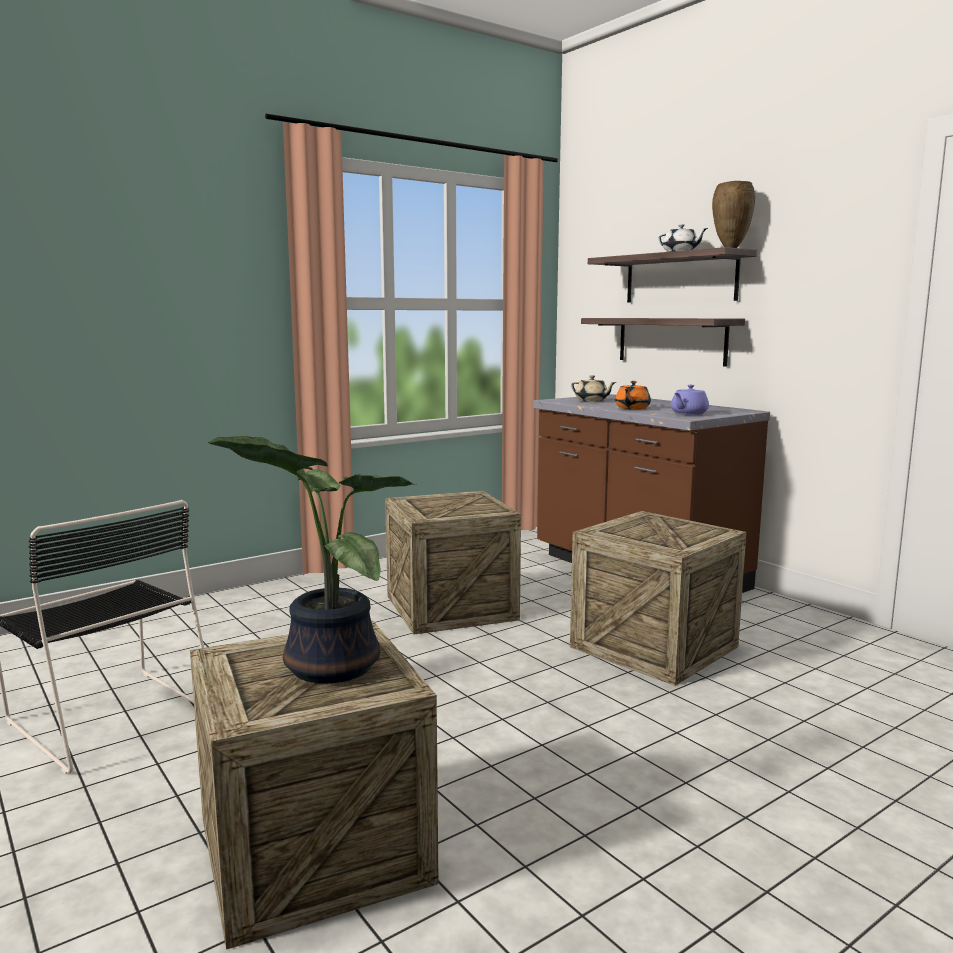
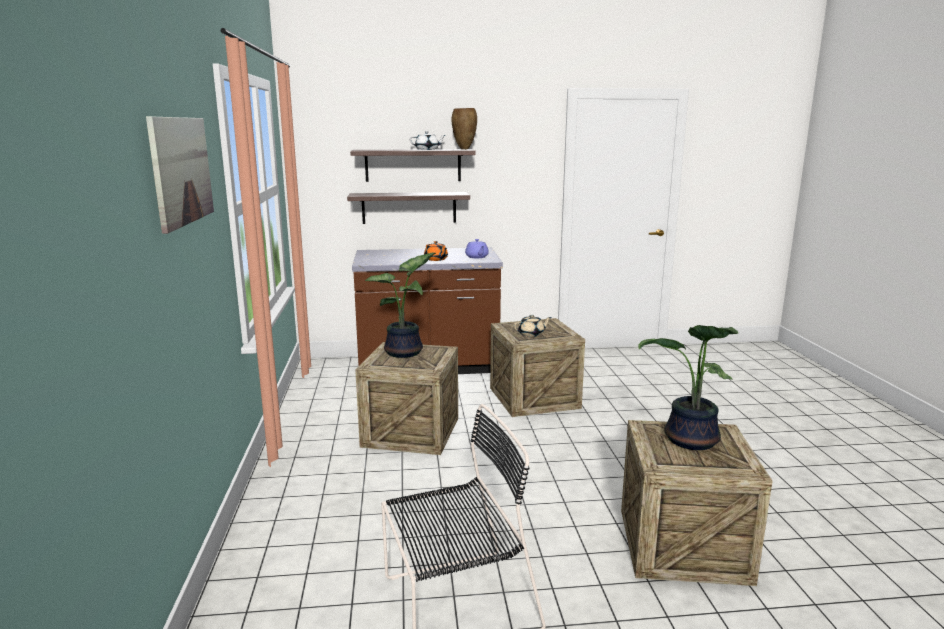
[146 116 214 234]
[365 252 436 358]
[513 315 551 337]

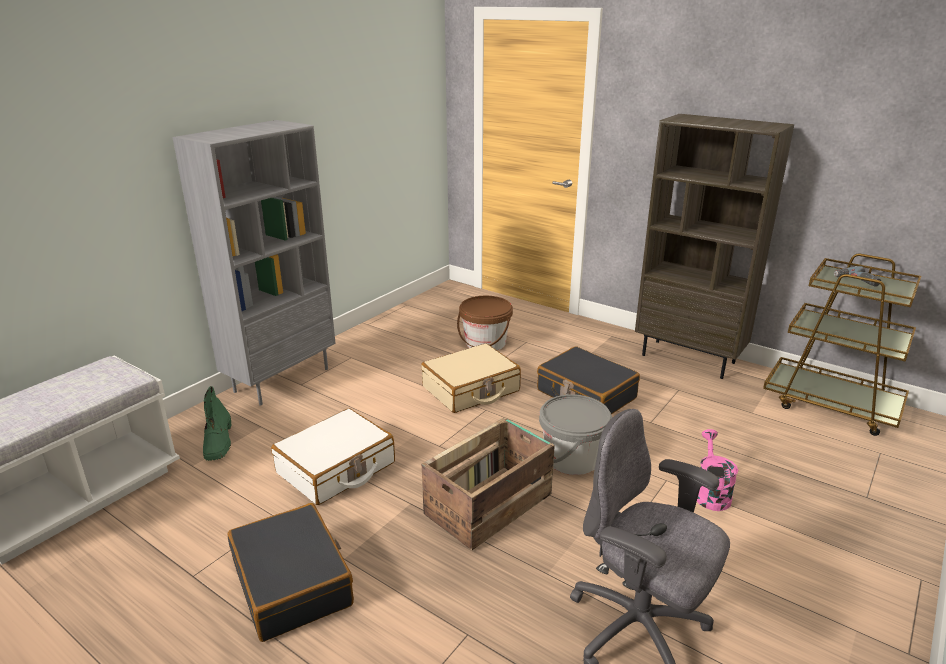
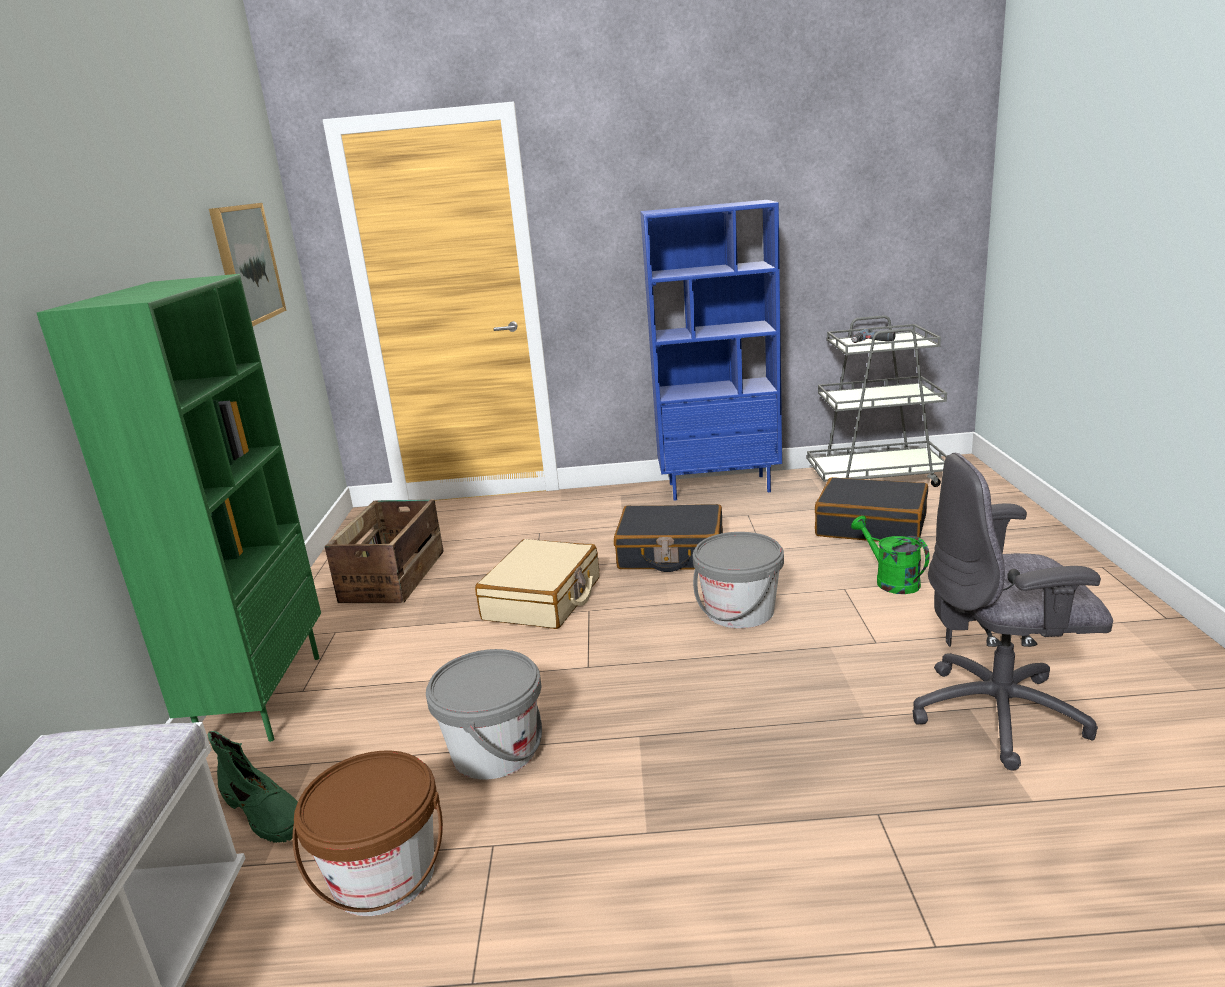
[37 274 321 742]
[209 203 286 326]
[292 750 443 916]
[325 499 444 603]
[426 649 542 780]
[640 200 782 501]
[807 315 947 487]
[815 477 928 542]
[851 516 930 594]

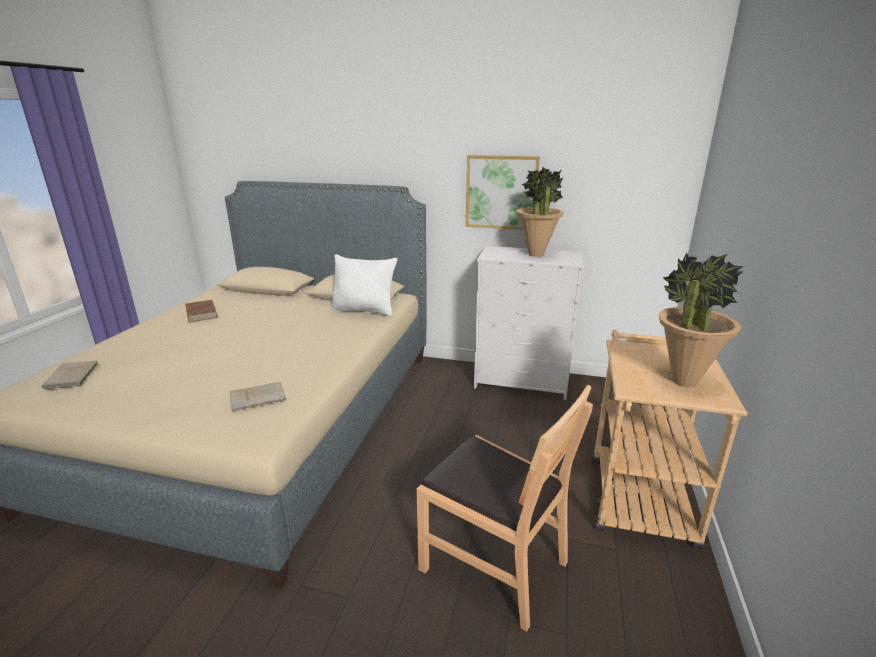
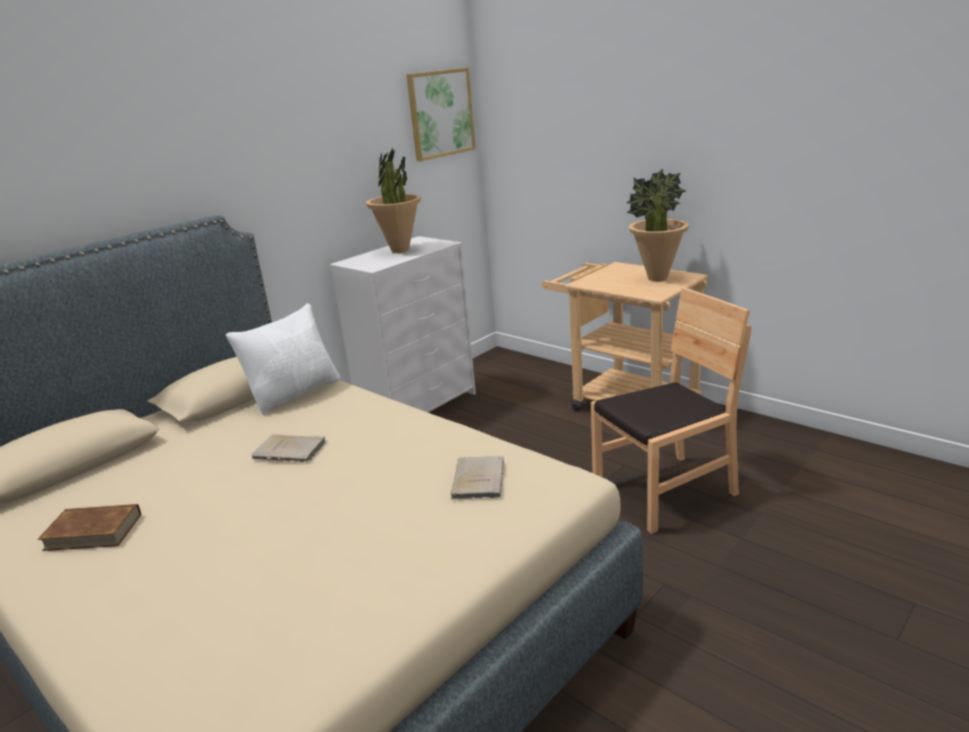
[252 434 326 462]
[406 68 476 161]

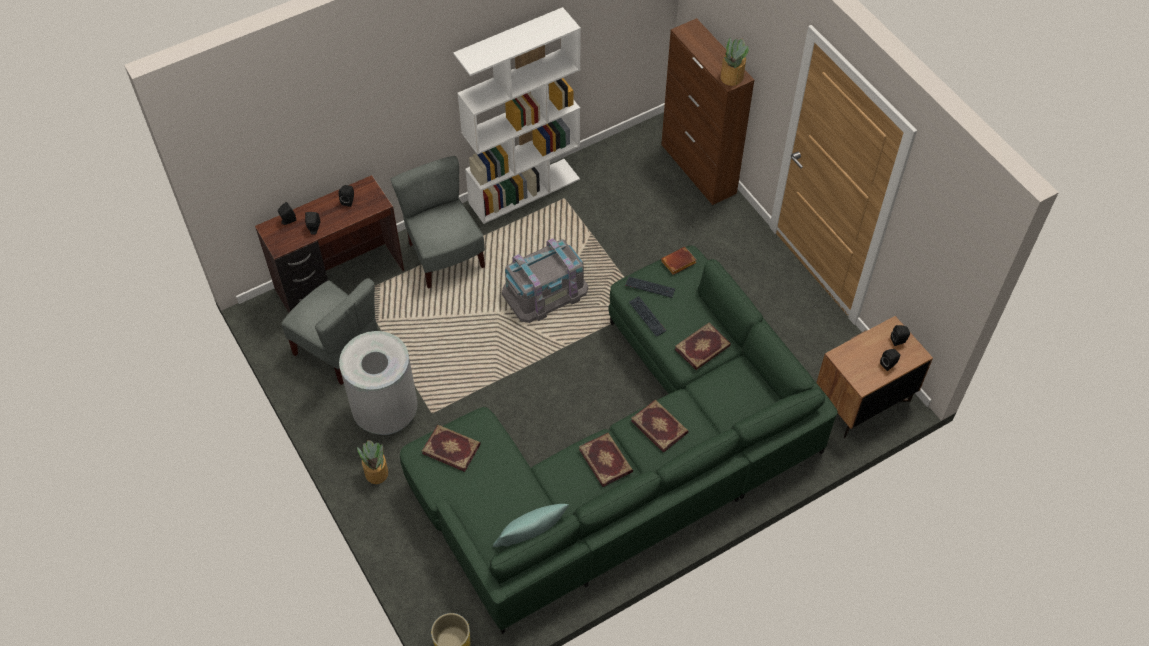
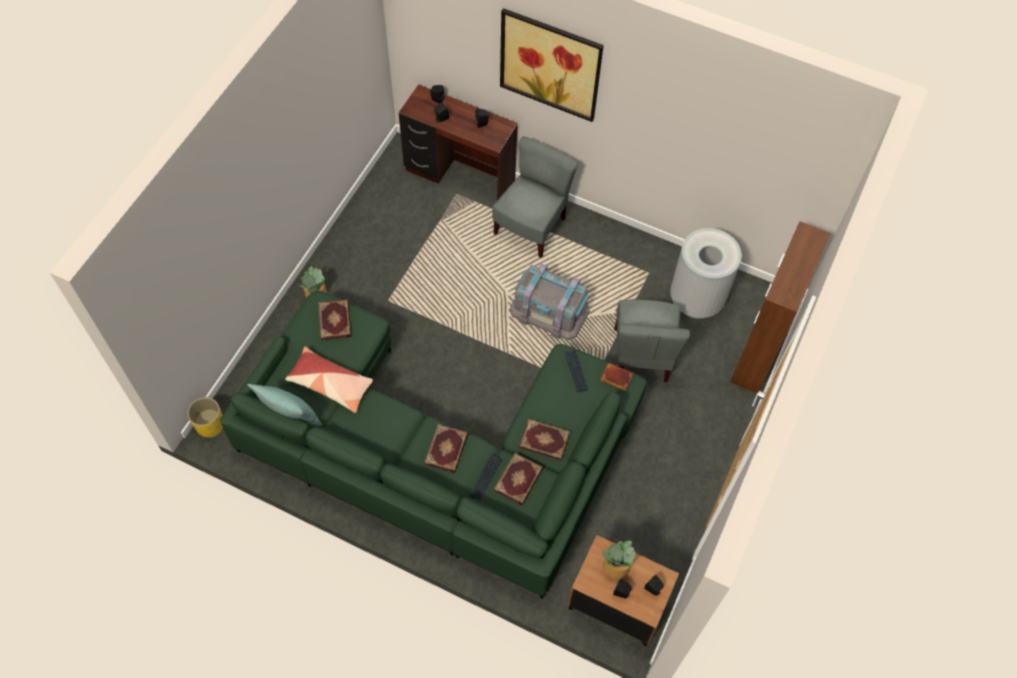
[285 347 373 413]
[471 454 502 500]
[494 453 543 505]
[500 8 604 122]
[602 541 636 579]
[614 299 690 382]
[670 228 742 319]
[453 7 581 224] (first image)

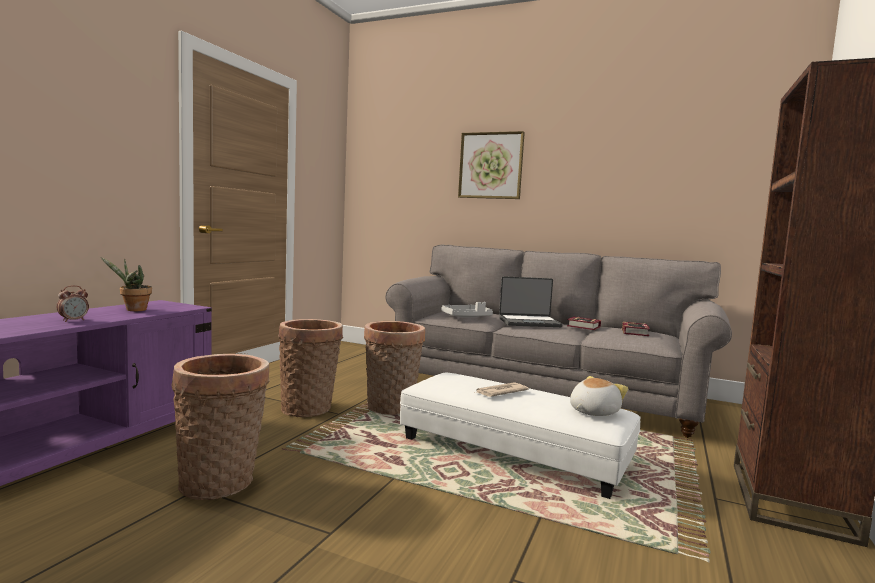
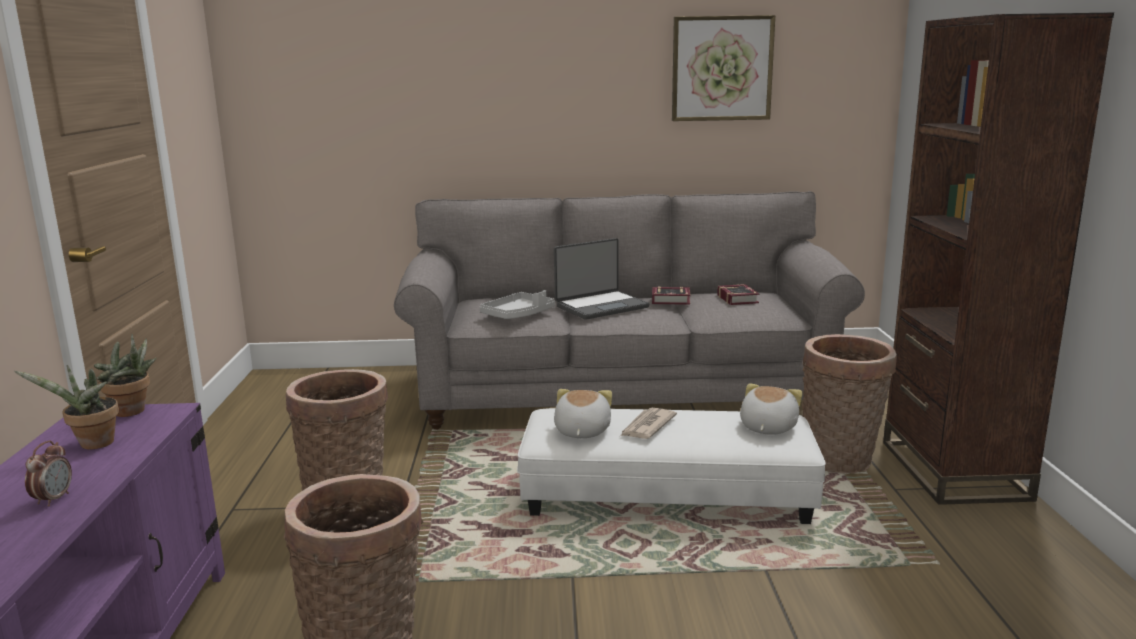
[94 334 157 417]
[554 389 612 438]
[672 15 775 121]
[802 334 897 474]

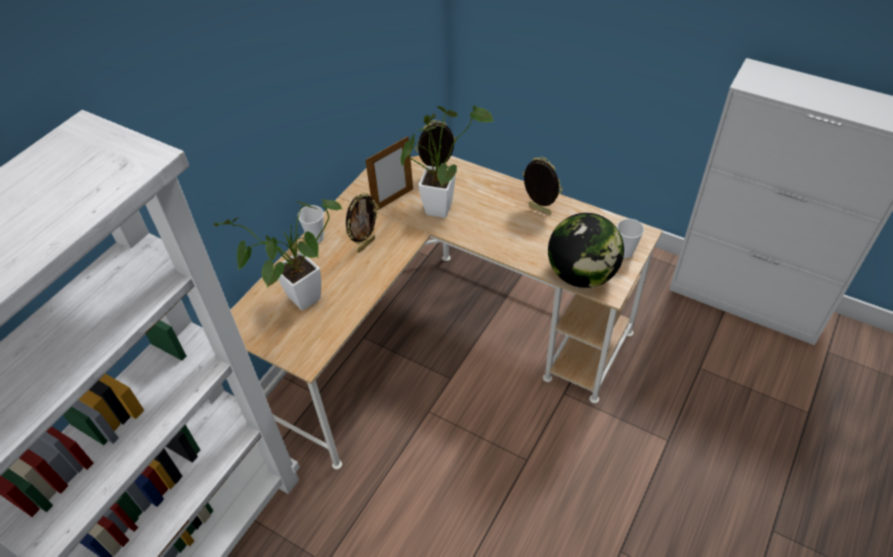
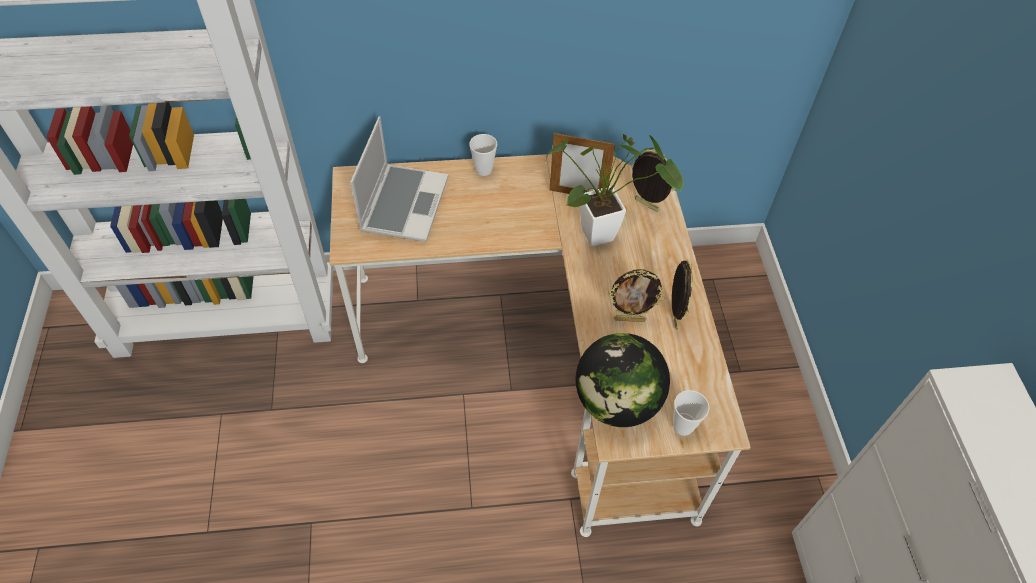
[350 116 448 242]
[608 269 665 322]

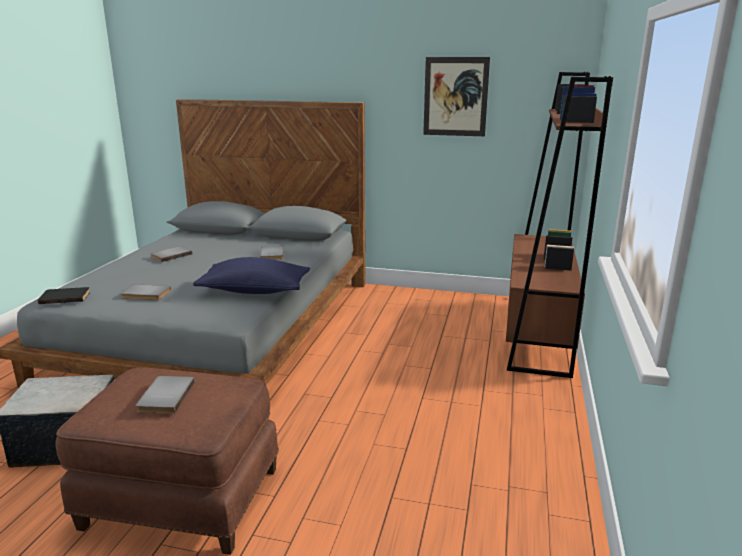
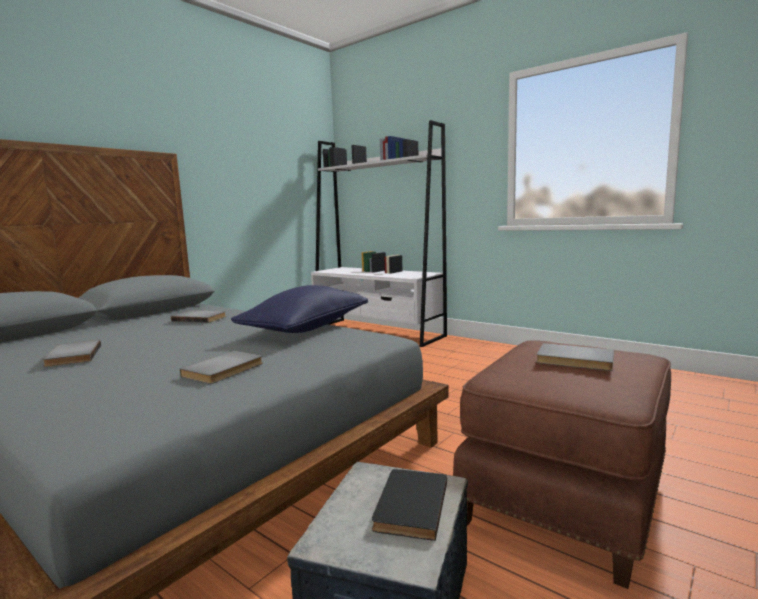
[311 120 447 347]
[372 469 447 541]
[423 57 490 136] (first image)

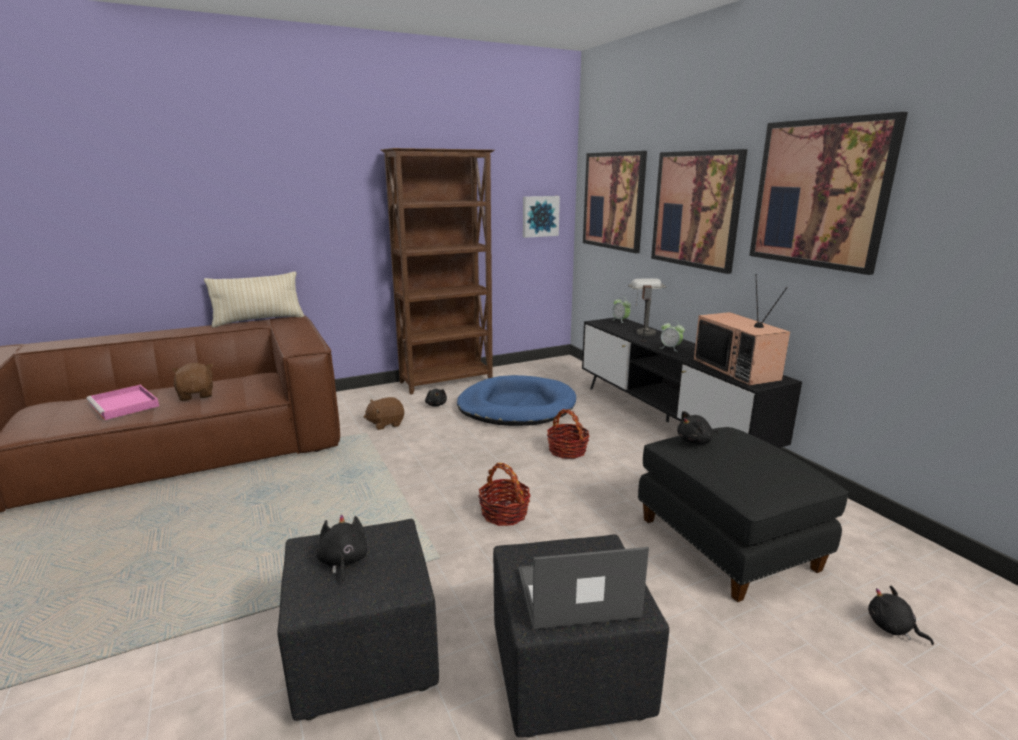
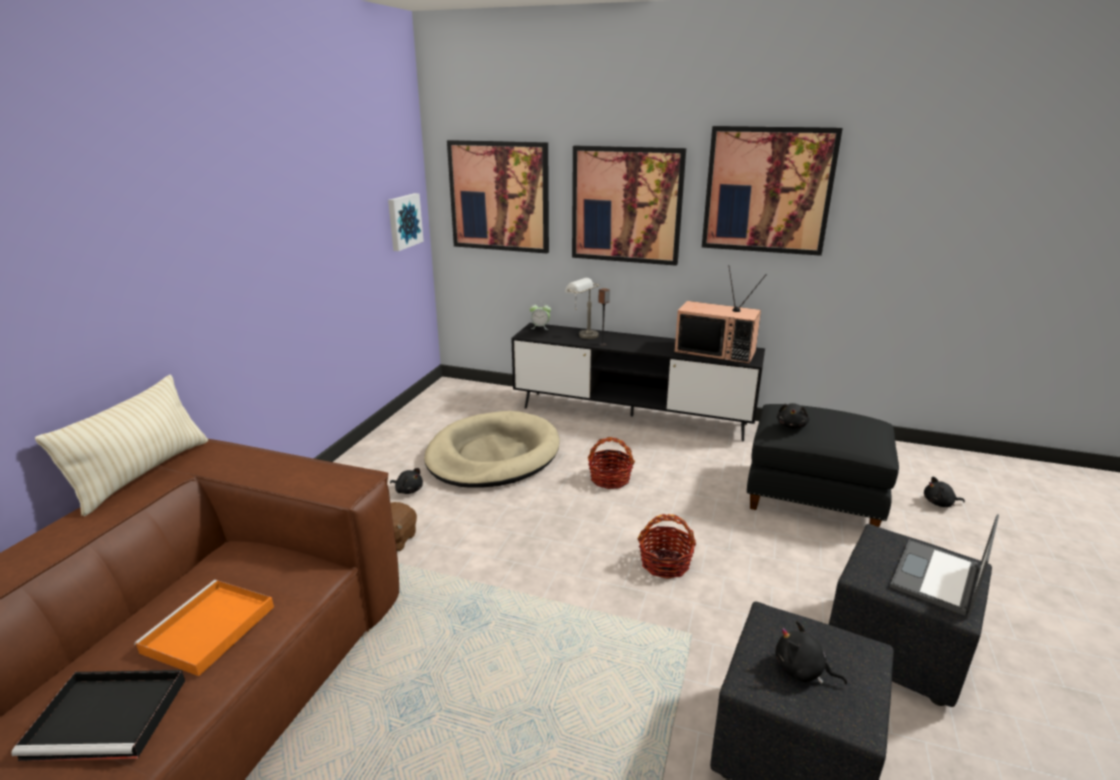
[11 670 185 761]
[134 580 274 676]
[424 411 560 487]
[381 148 495 394] (first image)
[661 320 685 352] (first image)

